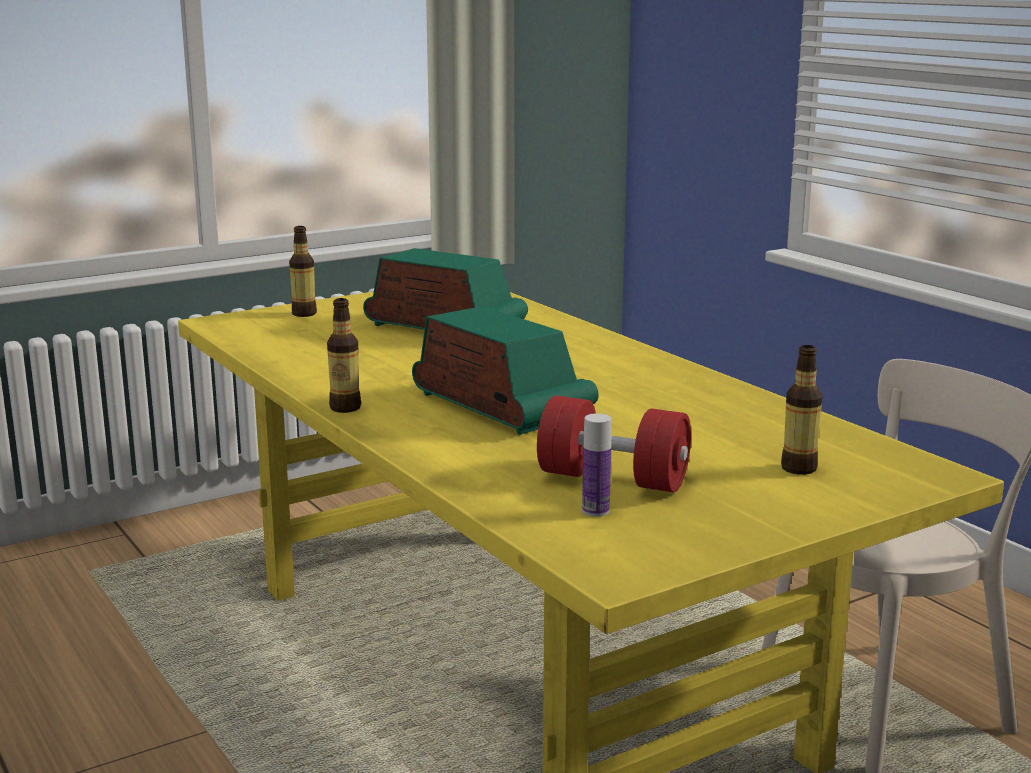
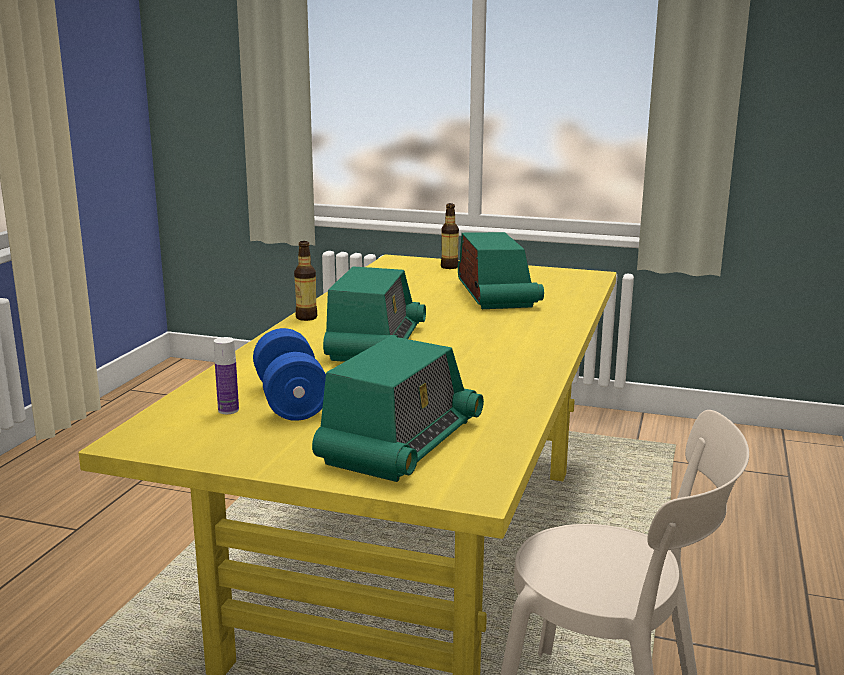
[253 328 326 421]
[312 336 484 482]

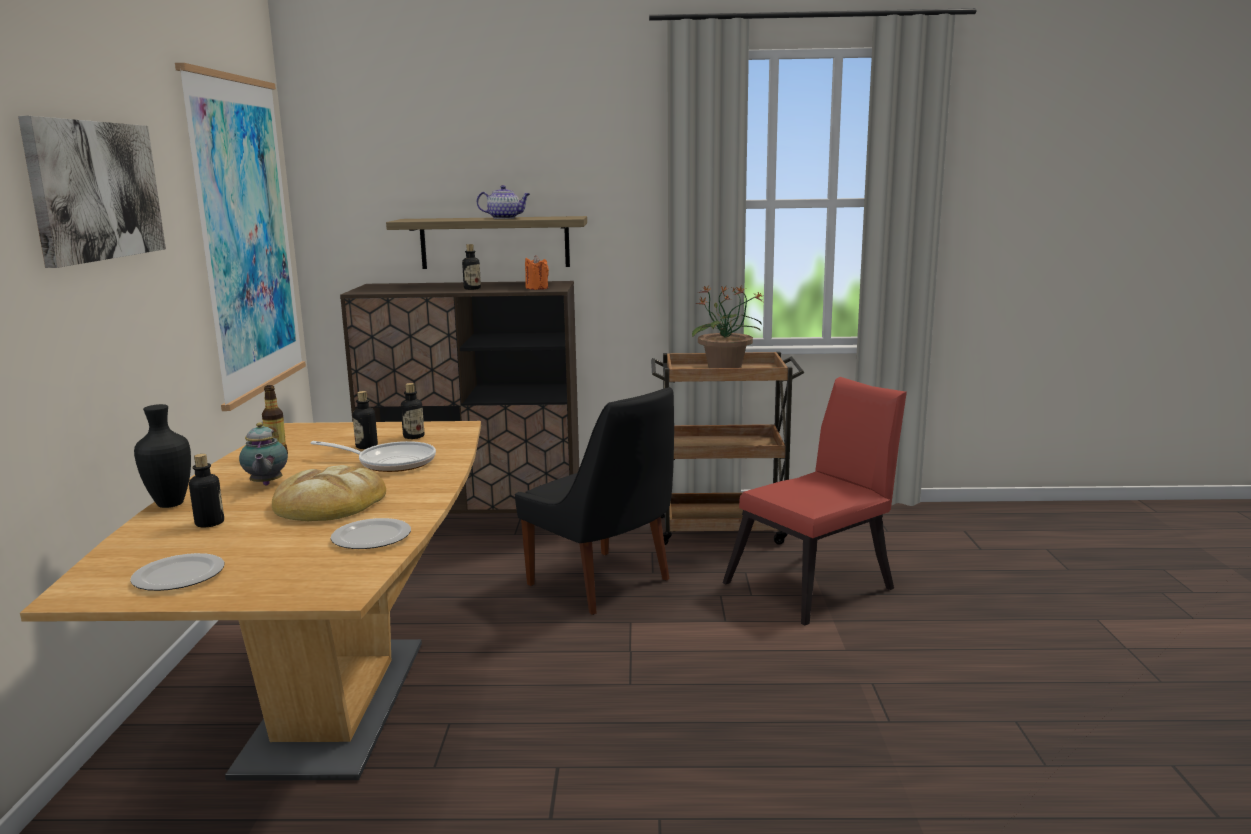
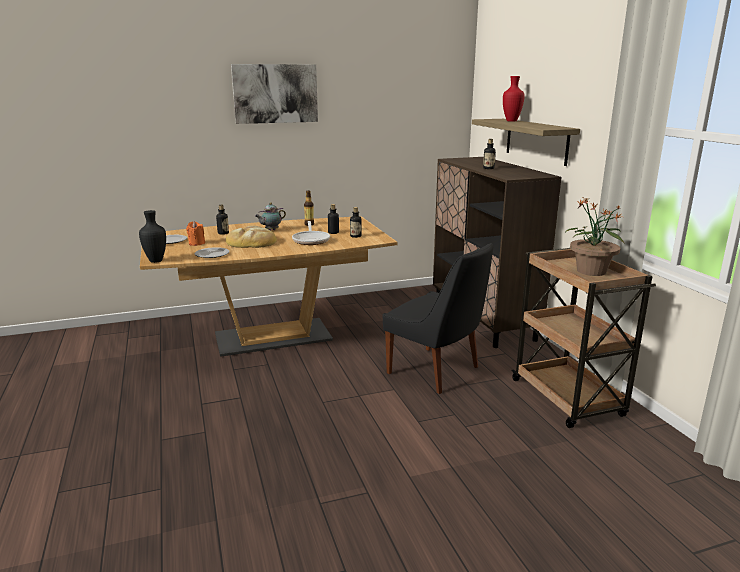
[139 210 166 263]
[186 221 205 246]
[383 243 493 394]
[503 76 525 122]
[175 63 306 411] (first image)
[477 185 530 219] (first image)
[723 377 907 625] (first image)

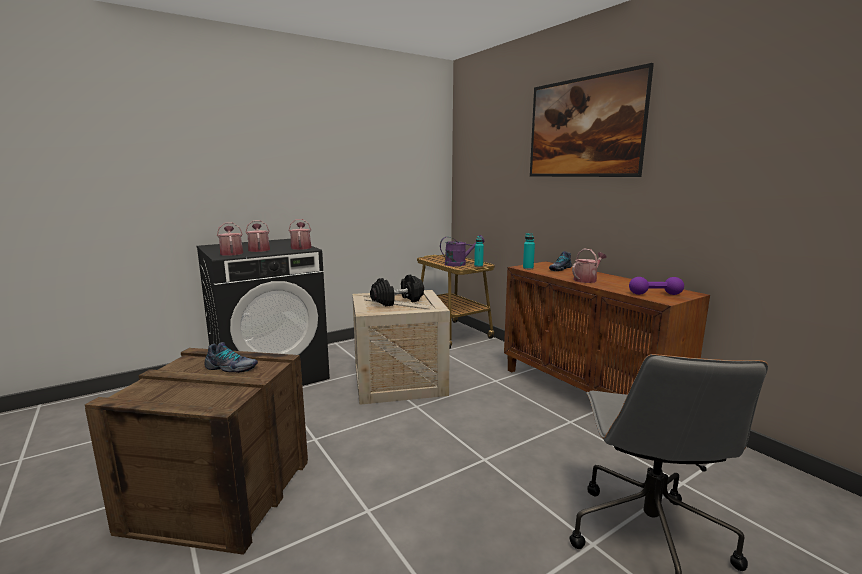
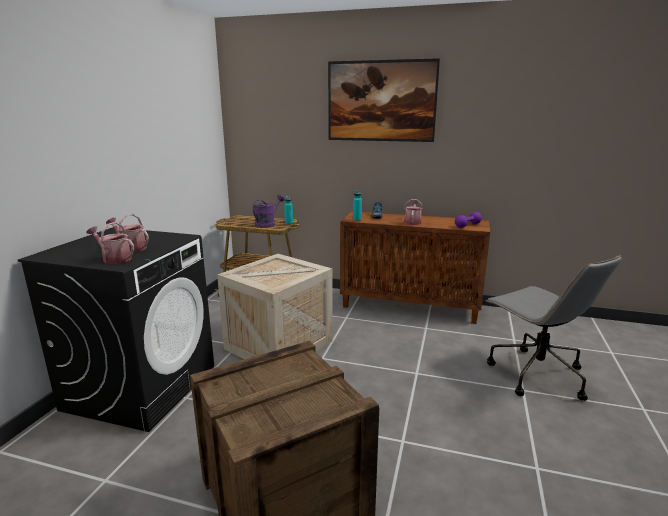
[204 342 258 373] (first image)
[289 219 311 250] (first image)
[370 274 424 306] (first image)

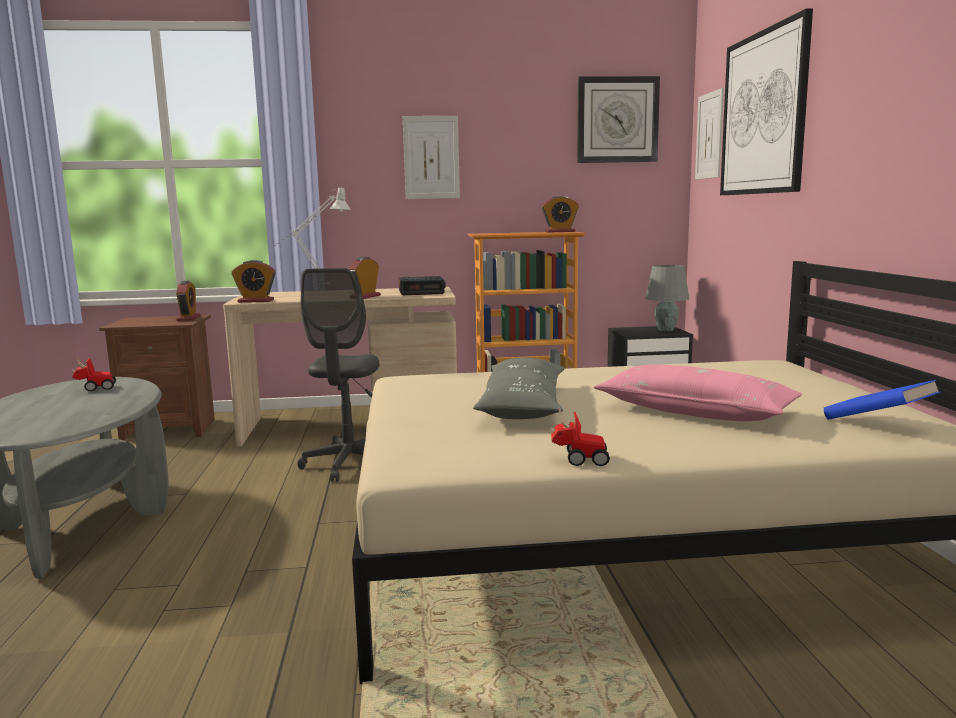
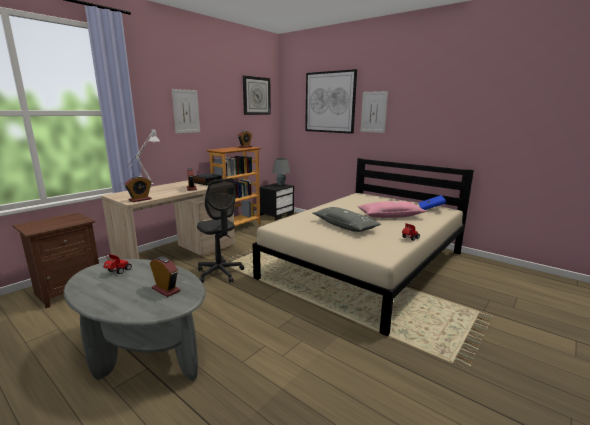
[150 256 181 297]
[360 91 388 133]

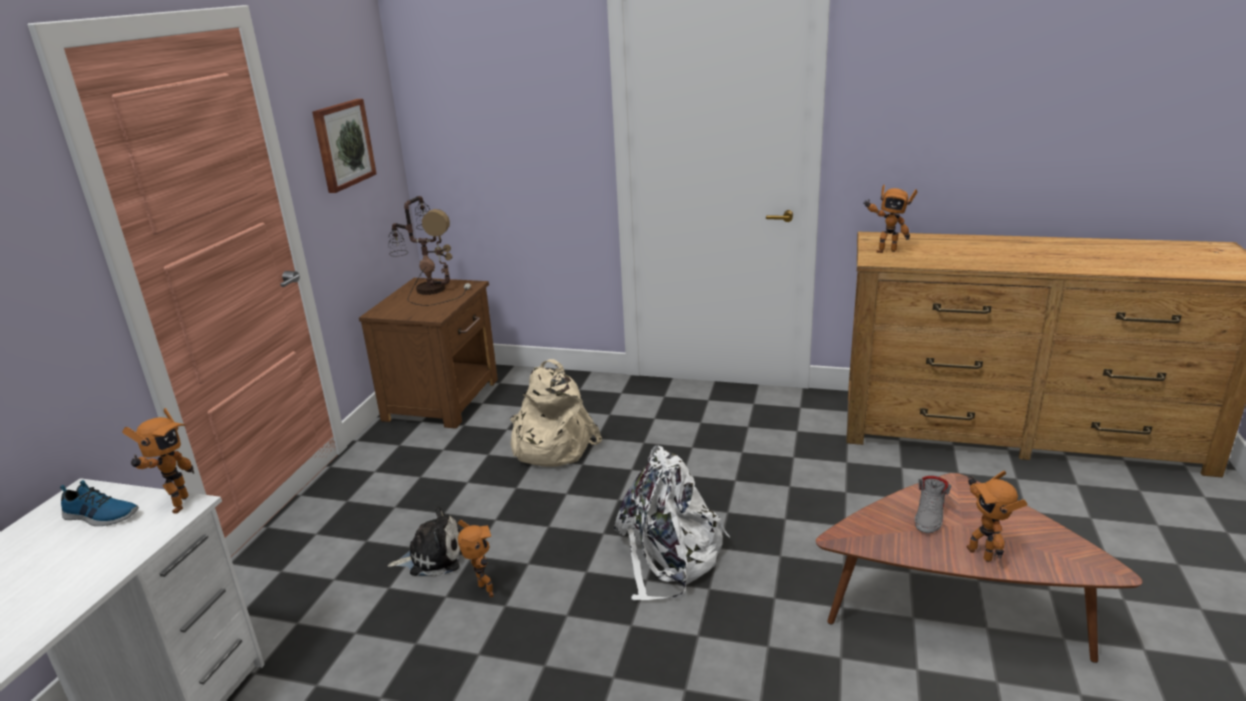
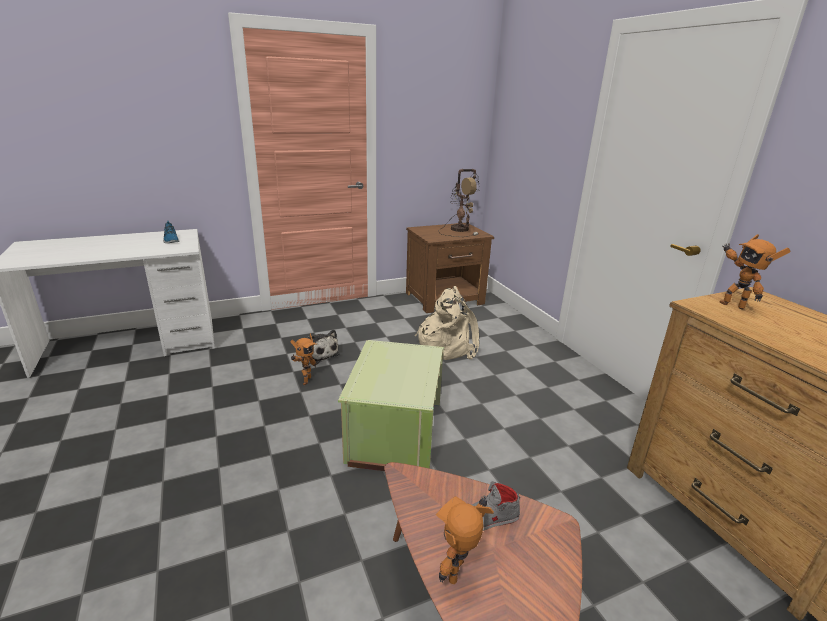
[338 340 444 471]
[122 408 194 514] (first image)
[312 99 377 193] (first image)

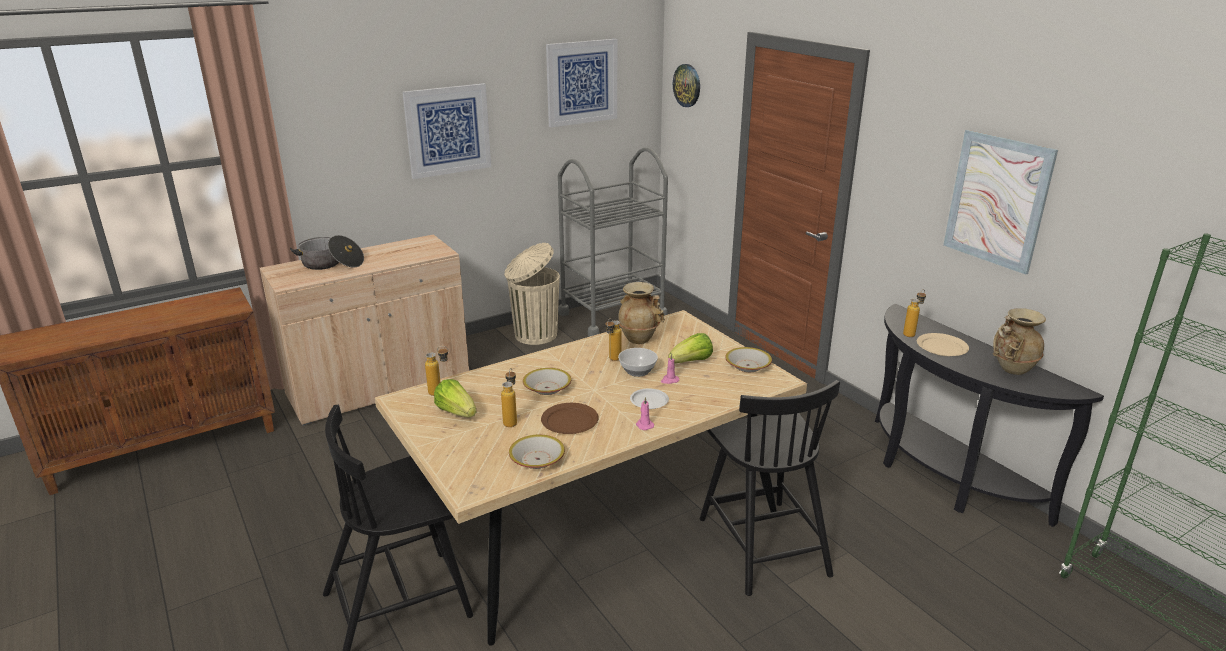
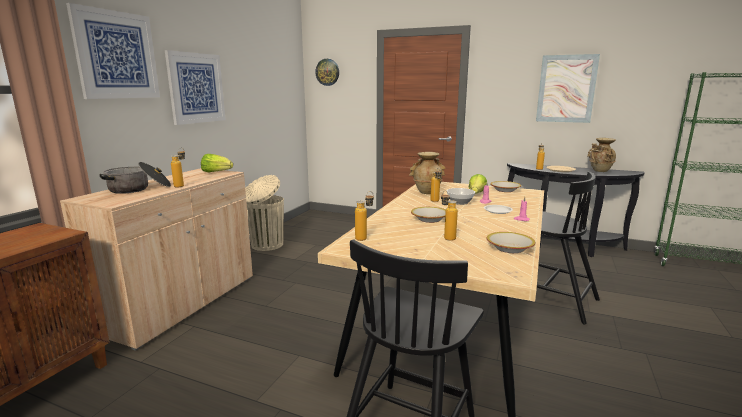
[66 3 160 99]
[171 148 185 188]
[201 154 233 172]
[541 403 599 434] (first image)
[558 147 668 337] (first image)

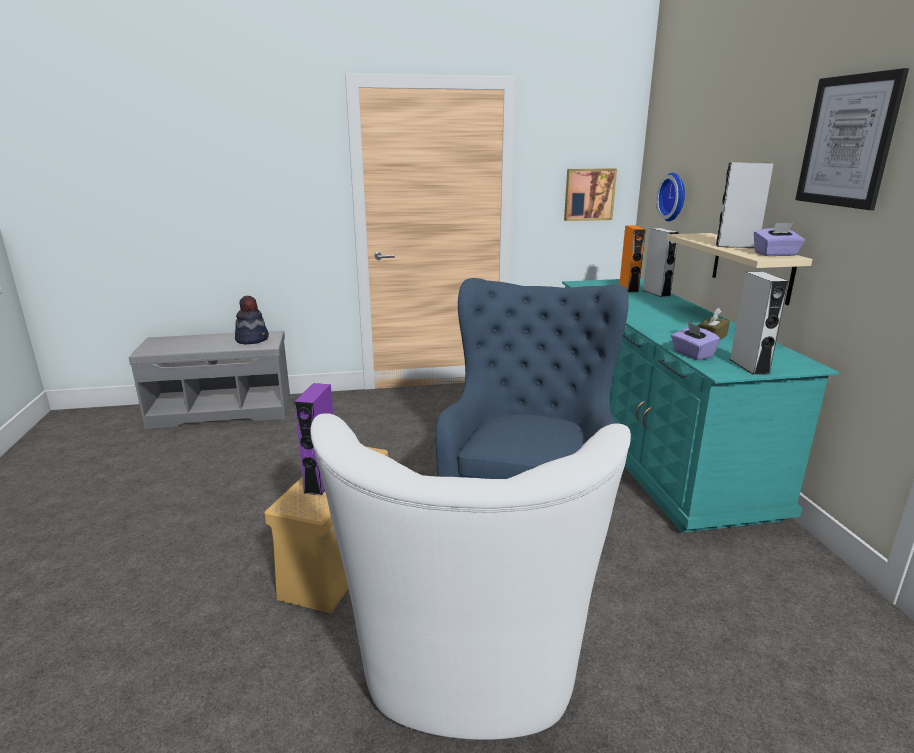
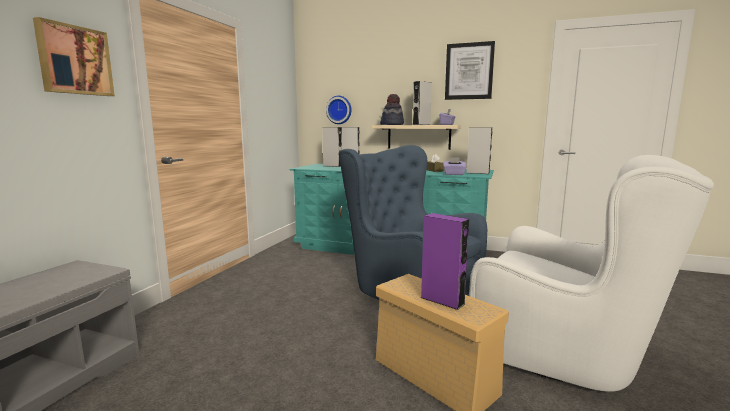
[33 17 115 96]
[322 127 342 167]
[380 94 404 125]

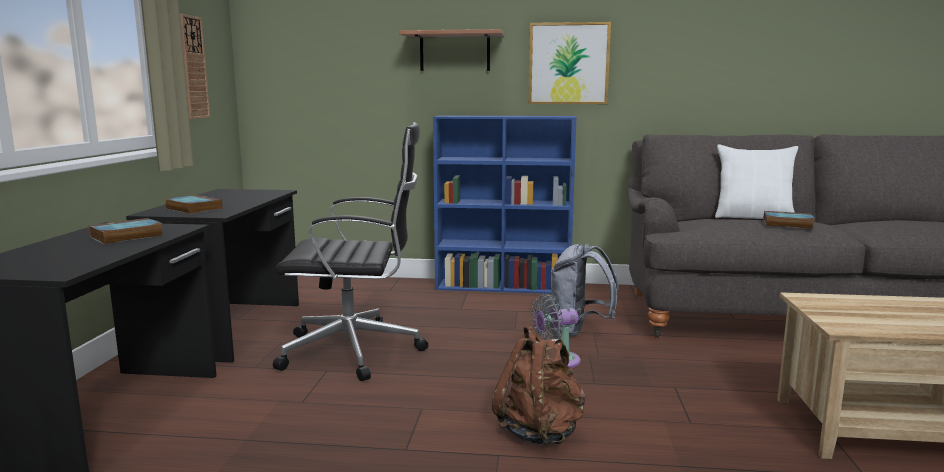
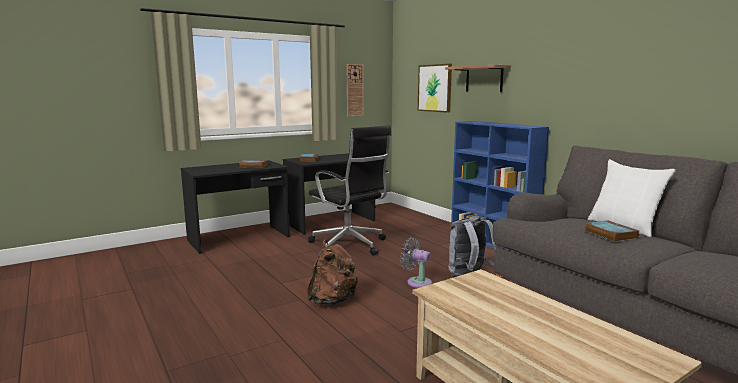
[418 64 452 113]

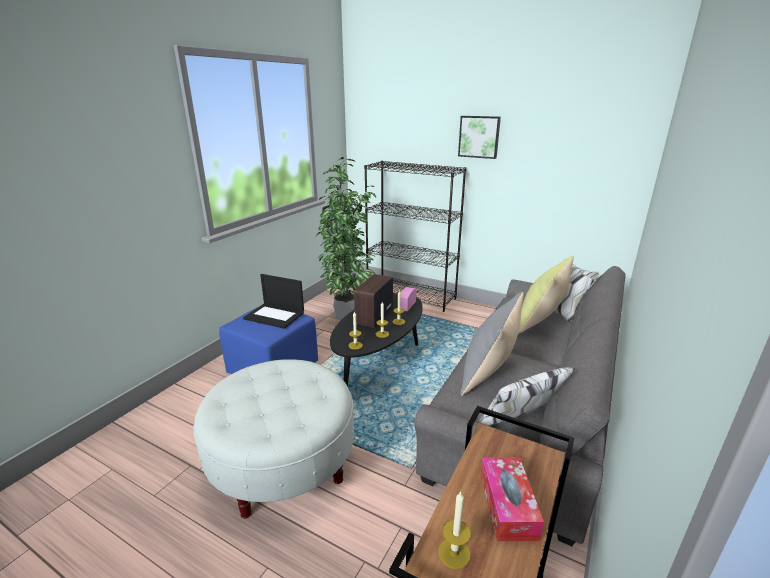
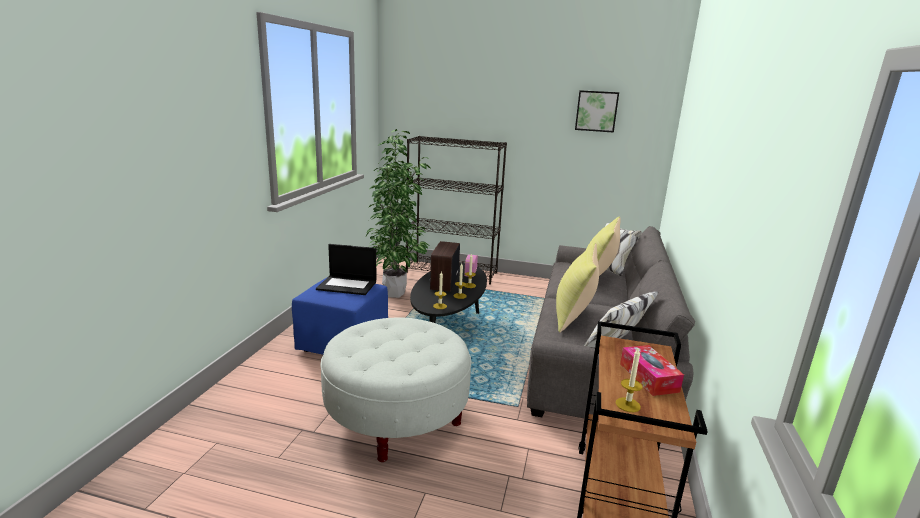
[556 242 599 333]
[575 90 619 133]

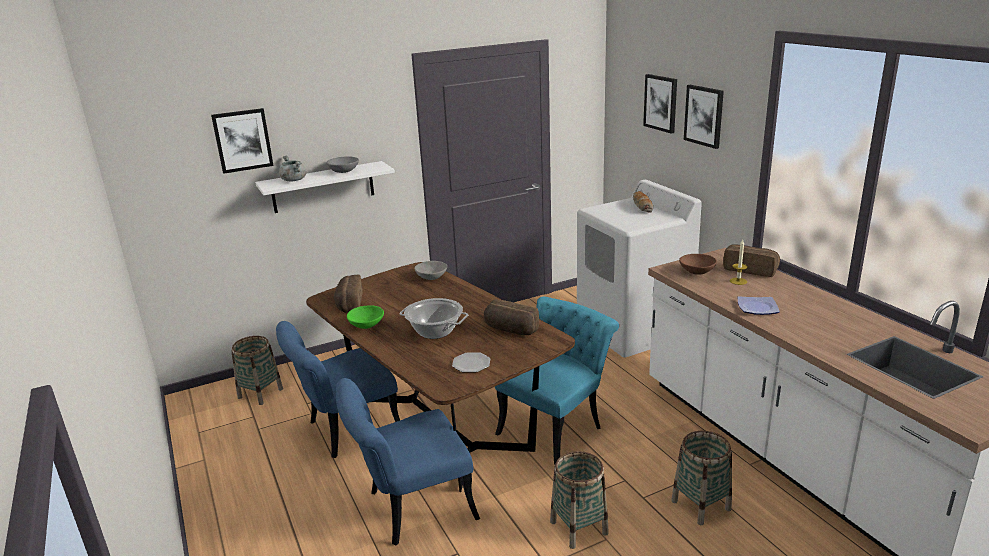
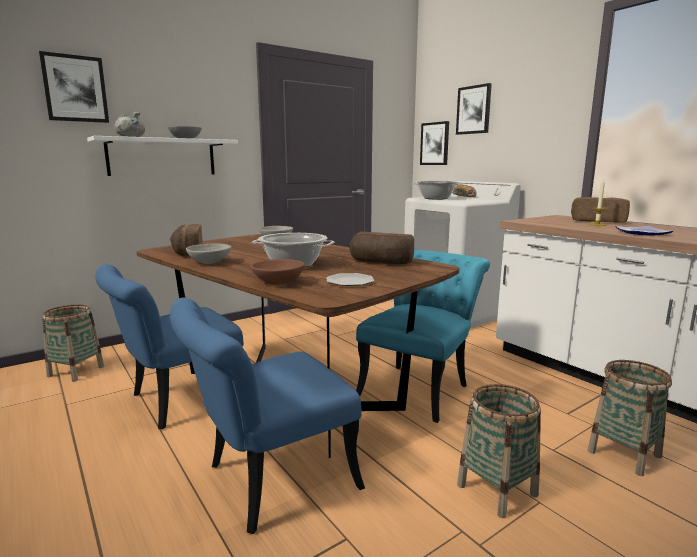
[186 243 232 264]
[250 259 305 285]
[411 181 463 199]
[420 121 449 165]

